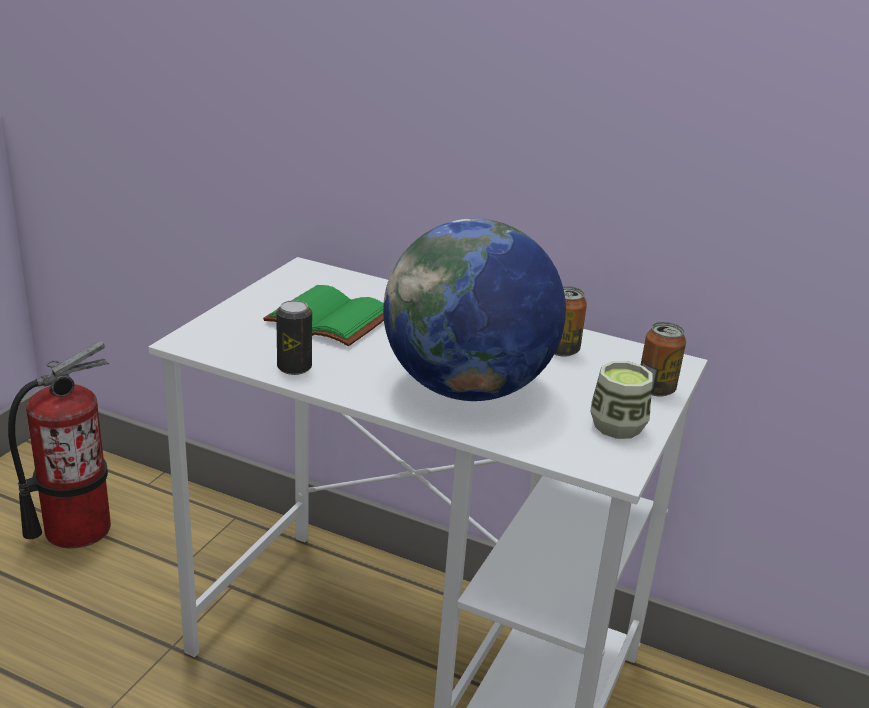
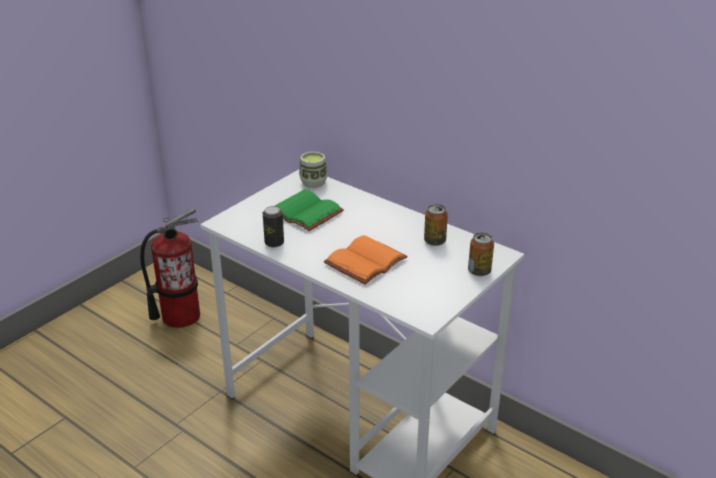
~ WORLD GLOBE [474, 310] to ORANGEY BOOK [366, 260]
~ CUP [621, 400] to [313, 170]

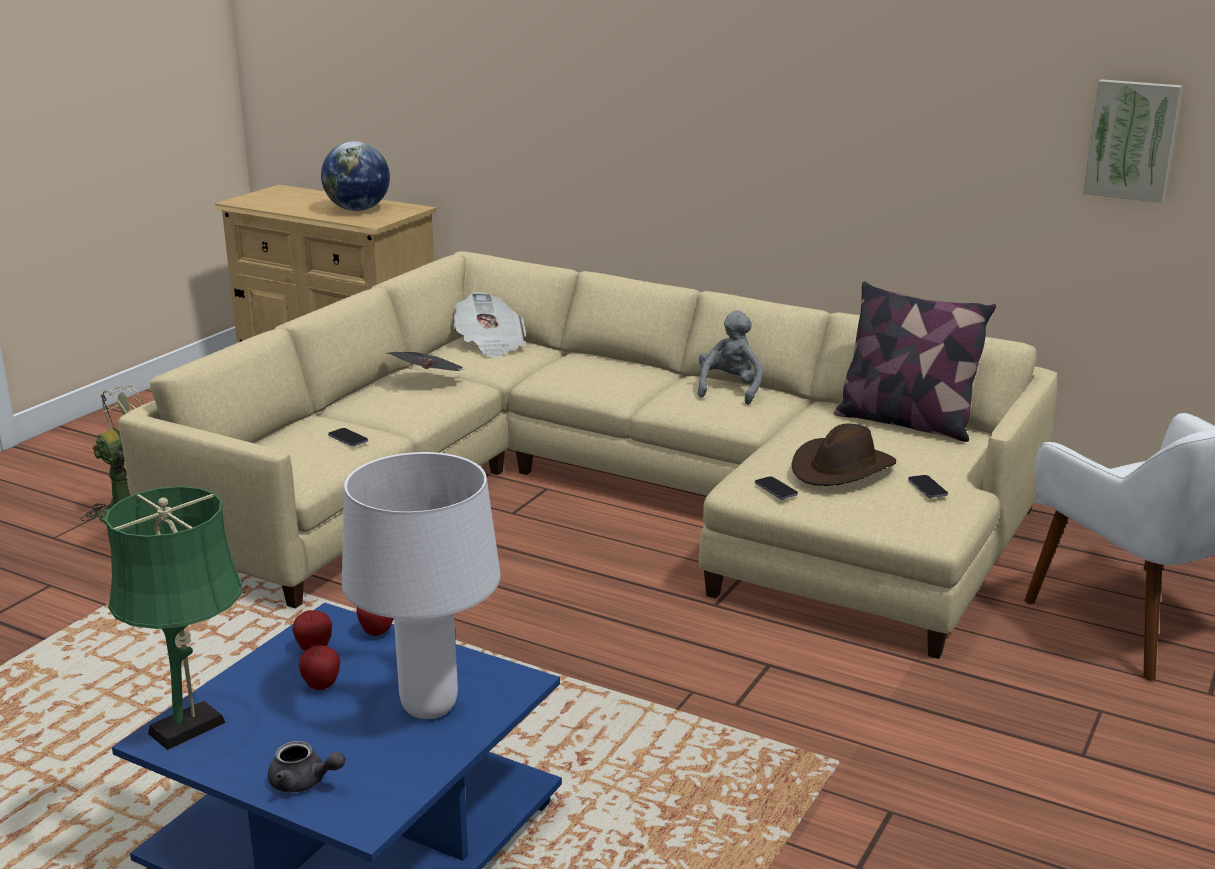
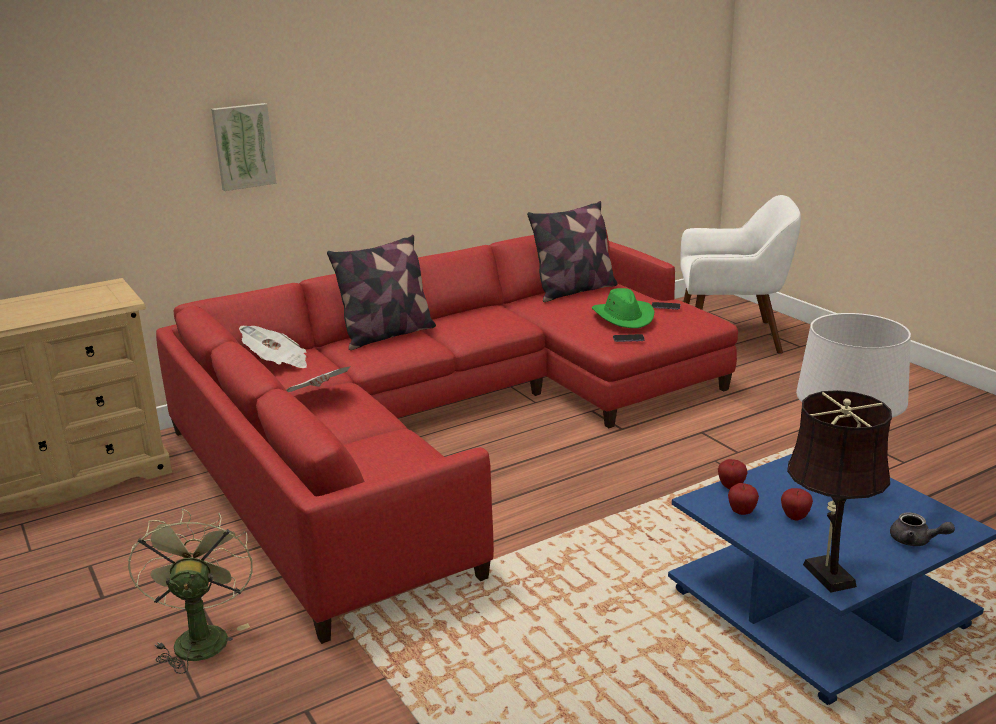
~ GREEN-COLOURED TABLETOP LAMP [173, 618] to BROWN-COLOURED TABLETOP LAMP [839, 491]
~ BEIGE-COLOURED SETTEE [587, 455] to REDDISH SETTEE [447, 437]
~ GRAY TEAPOT [306, 766] = [922, 529] 75 degrees clockwise
- WORLD GLOBE [355, 176]
- PHONE [348, 437]
- GRAY SOFT TOY [730, 357]
~ BROWN-COLOURED WEARABLE HAT [844, 455] to GREEN-COLOURED WEARABLE HAT [623, 308]
~ WALL PICTURE [1132, 141] to [244, 147]
+ PILLOW [381, 292]

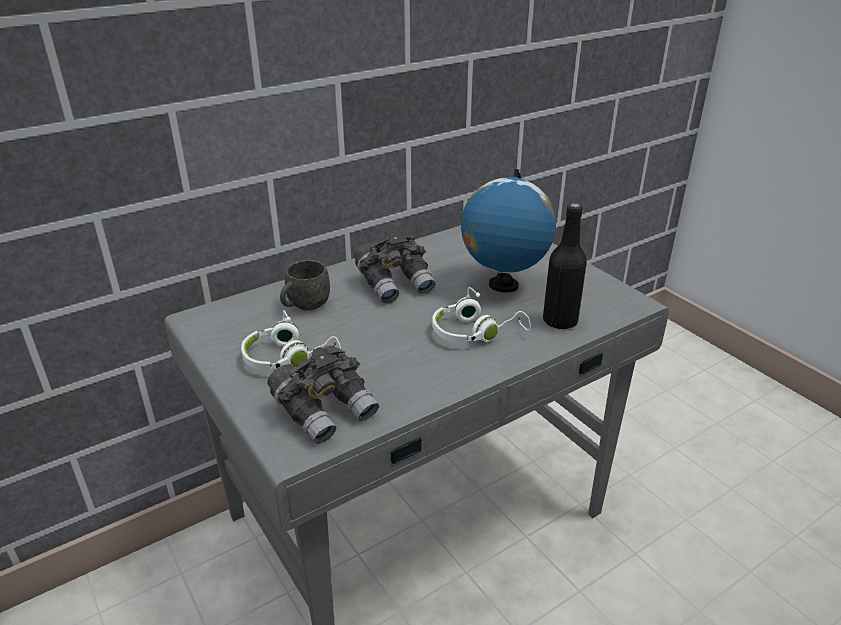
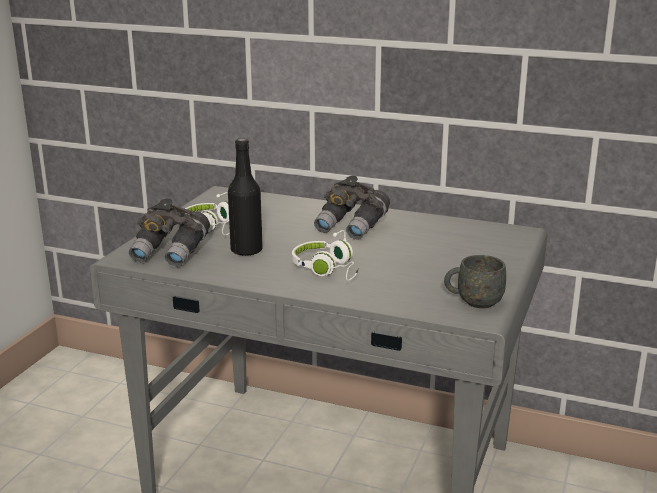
~ GRAY COFFEE MUG [305, 285] to [475, 281]
- WORLD GLOBE [508, 231]
~ BLACK DRINK BOTTLE [565, 266] to [245, 197]

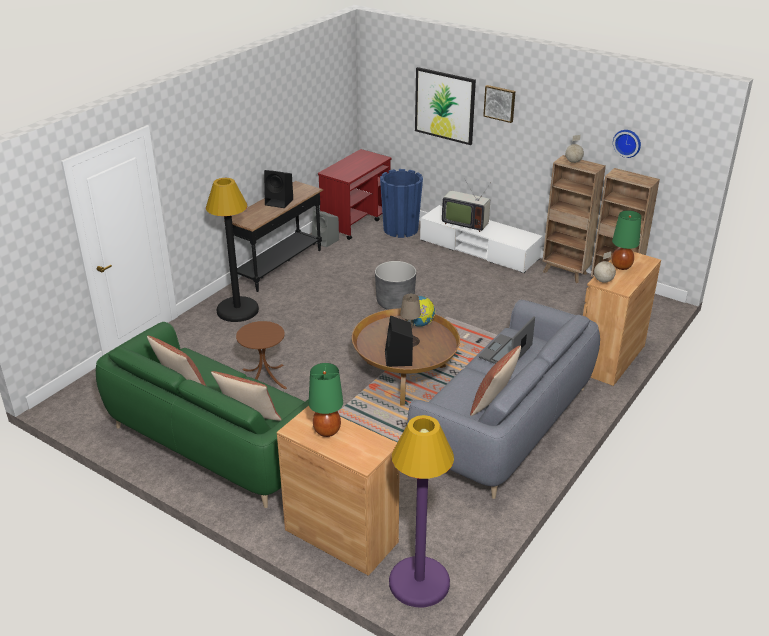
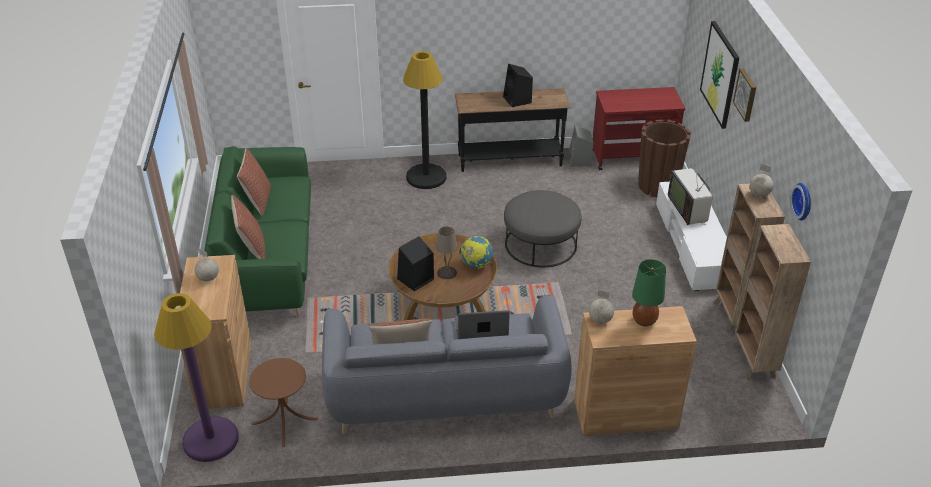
~ BROWN-COLOURED ACCENT TABLE [261, 355] to [283, 402]
~ GREEN-COLOURED TABLETOP LAMP [326, 400] to WORLD GLOBE [206, 265]
~ GRAY PLANT POT [395, 285] to GRAY FOOTREST [543, 228]
~ BLUE PLANT POT [401, 203] to BROWN-COLOURED PLANT POT [664, 158]

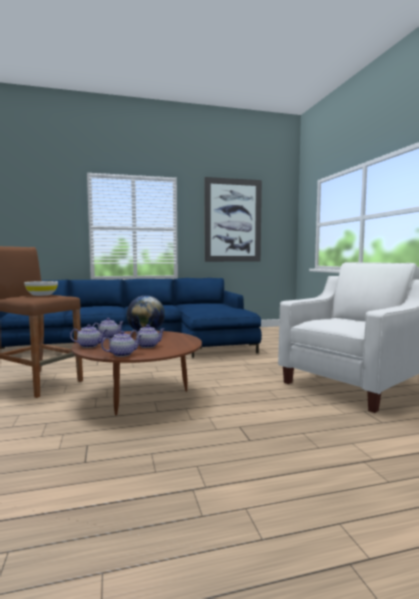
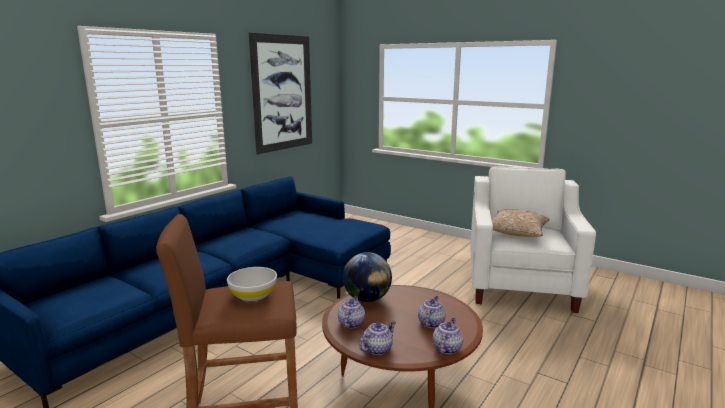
+ PILLOW [520, 223]

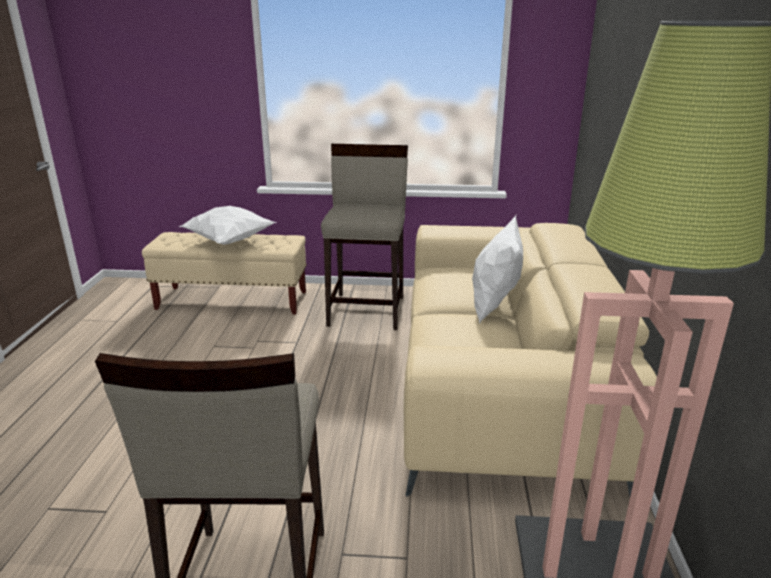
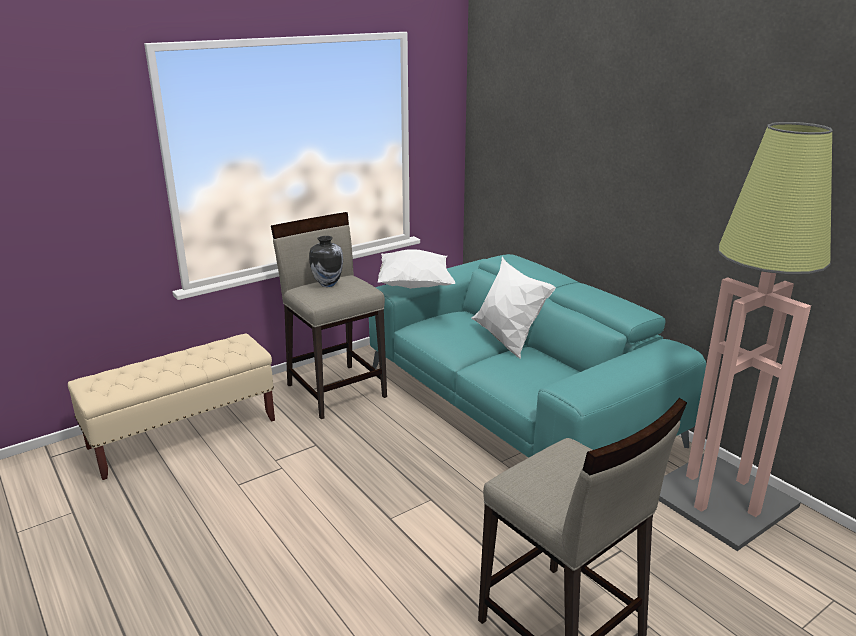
~ WHITISH PILLOW [227, 225] to [416, 269]
~ BEIGE-COLOURED SETTEE [530, 360] to TURQUOISE-COLOURED SETTEE [537, 356]
+ FLOWER VASE [326, 261]

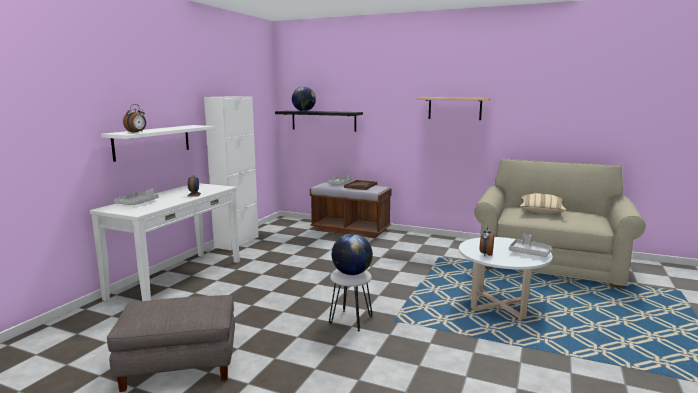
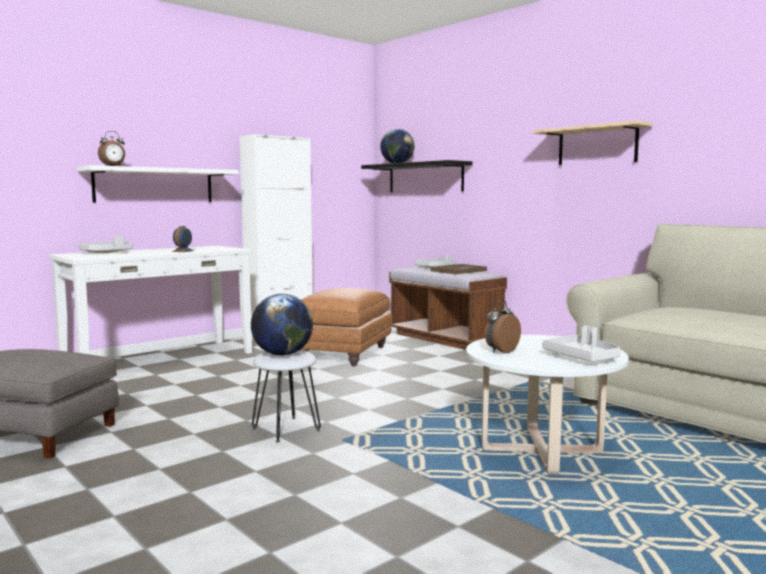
- BEIGE-COLOURED PILLOW [543, 203]
+ BROWN-COLOURED FOOTREST [346, 327]

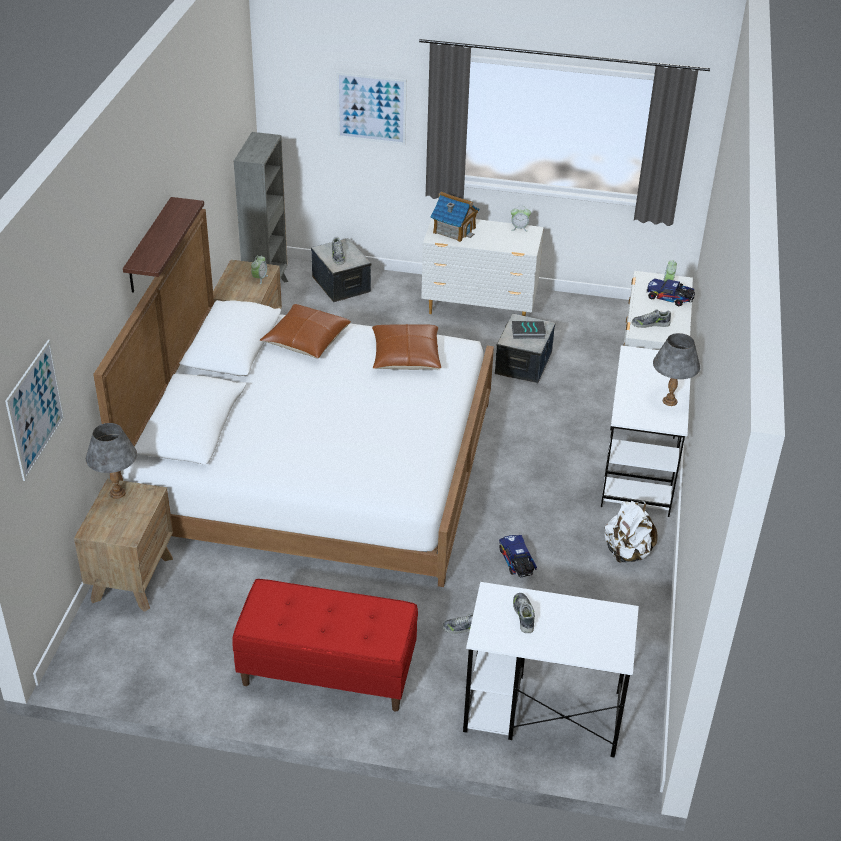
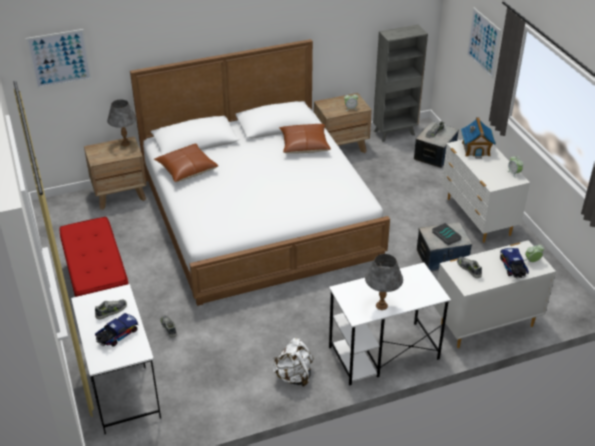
- WALL SHELF [163, 245]
~ BROWN-COLOURED PILLOW [406, 347] to [186, 163]
~ MODEL TRUCK [518, 556] to [116, 330]

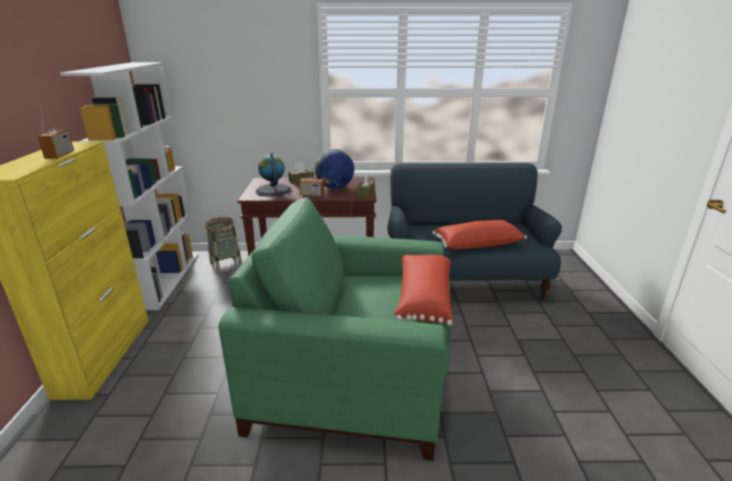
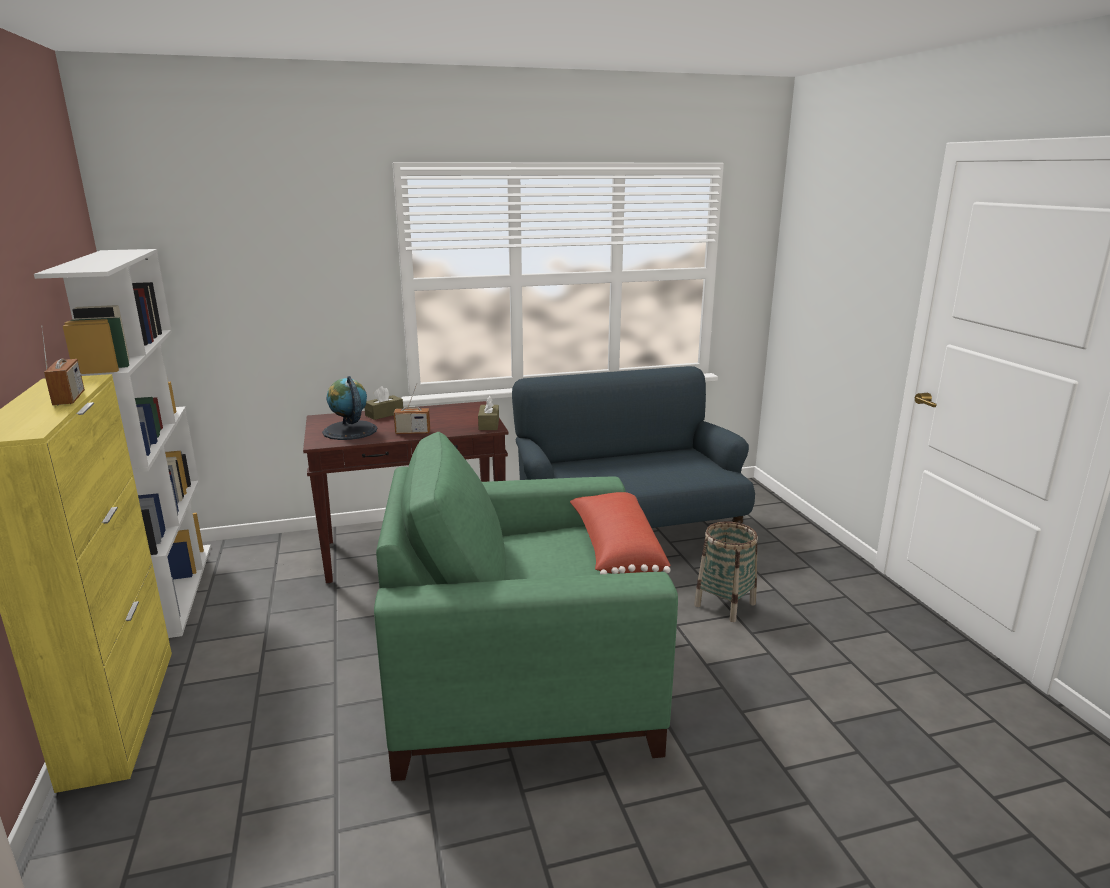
~ STORAGE BASKET [223, 244] to [726, 571]
- WORLD GLOBE [334, 169]
- REDDISH PILLOW [479, 235]

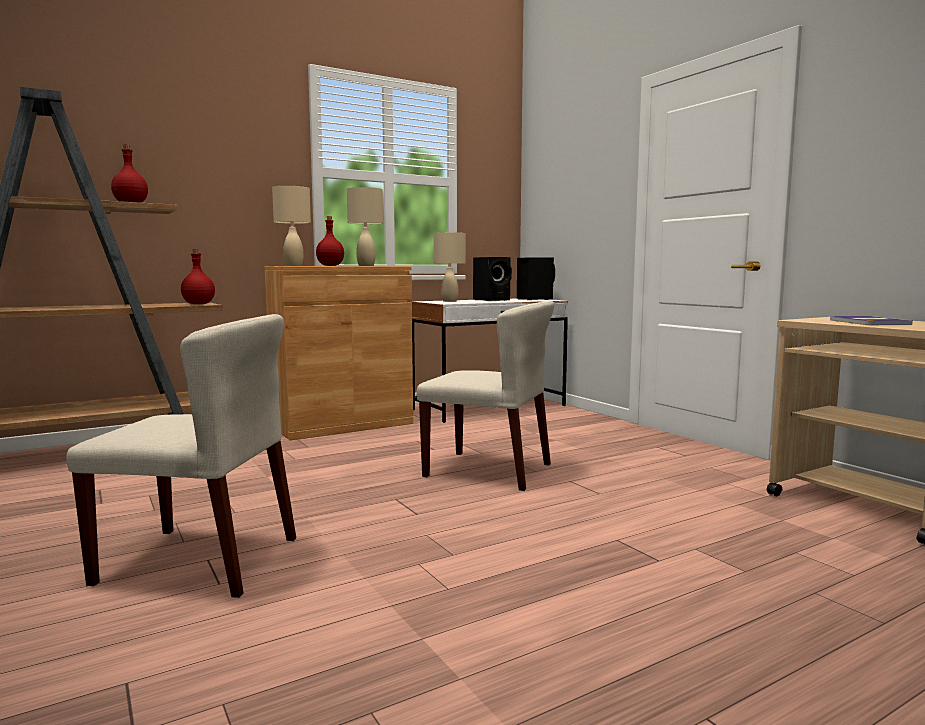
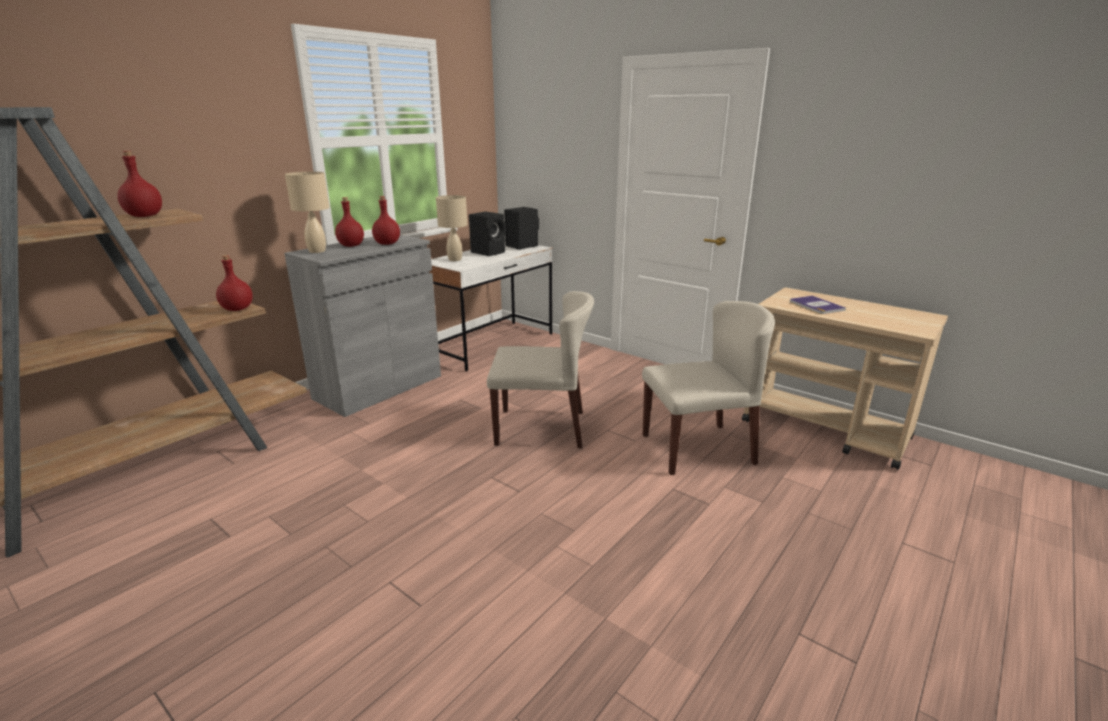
~ BEIGE-COLOURED PLAIN CHAIR [181, 456] to [708, 388]
~ BROWN-COLOURED CUPBOARD [339, 353] to GRAY CUPBOARD [362, 326]
~ BEIGE-COLOURED TABLETOP LAMP [365, 226] to REDDISH DRINK BOTTLE [386, 220]

